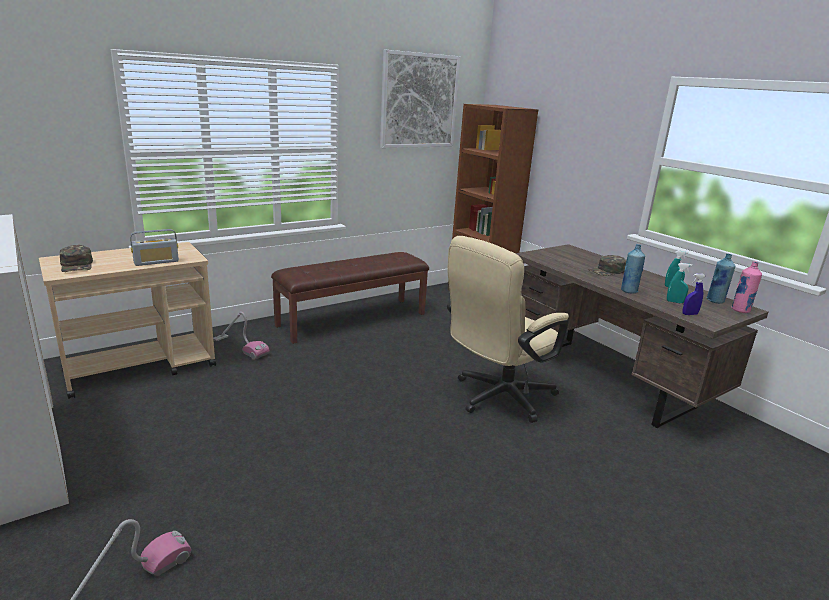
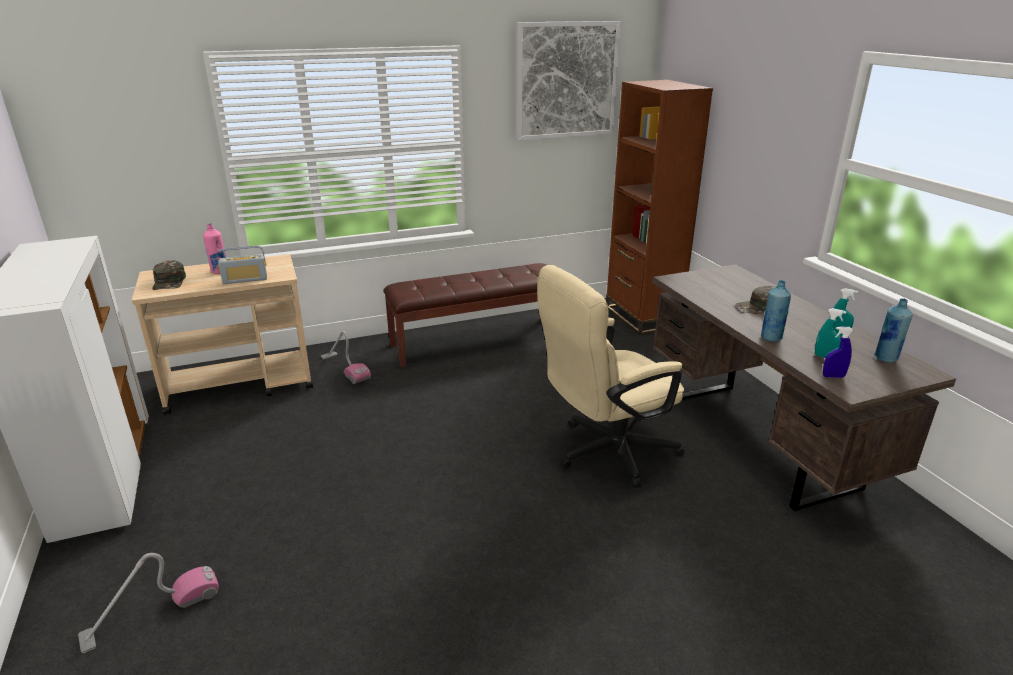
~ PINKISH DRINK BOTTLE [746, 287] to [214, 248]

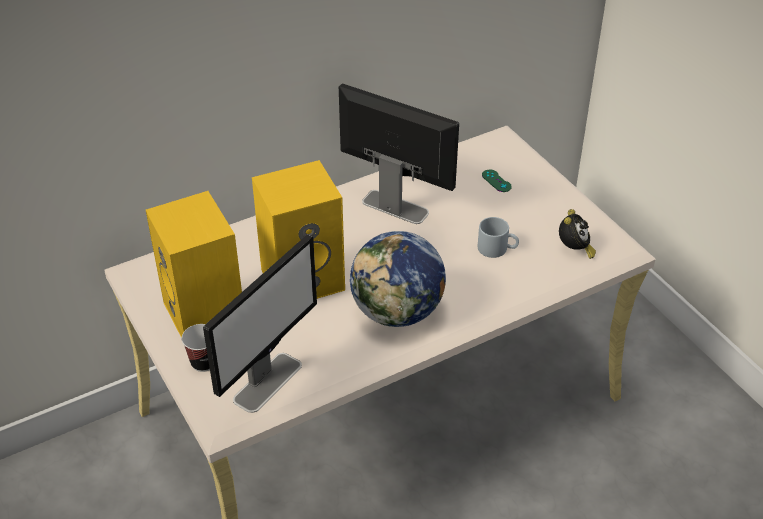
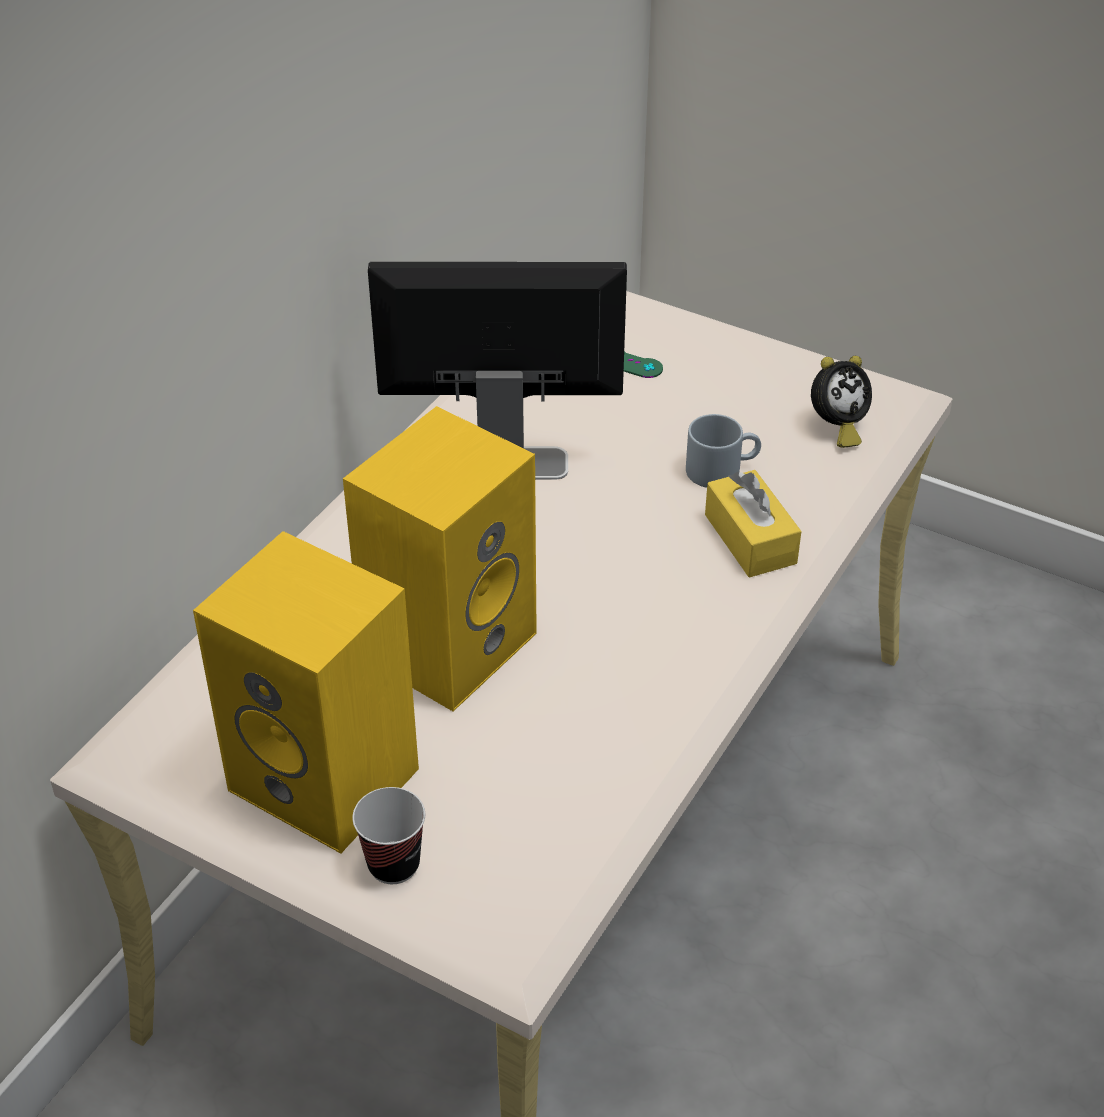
- COMPUTER SCREEN [260, 323]
- WORLD GLOBE [398, 279]
~ TABLE CLOCK [577, 234] = [841, 402] 75 degrees clockwise
+ YELLOWISH BOX OF TISSUES [753, 524]

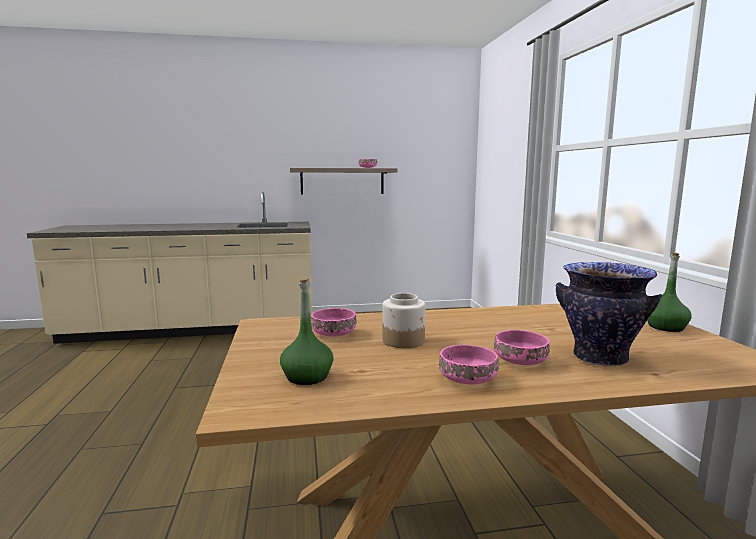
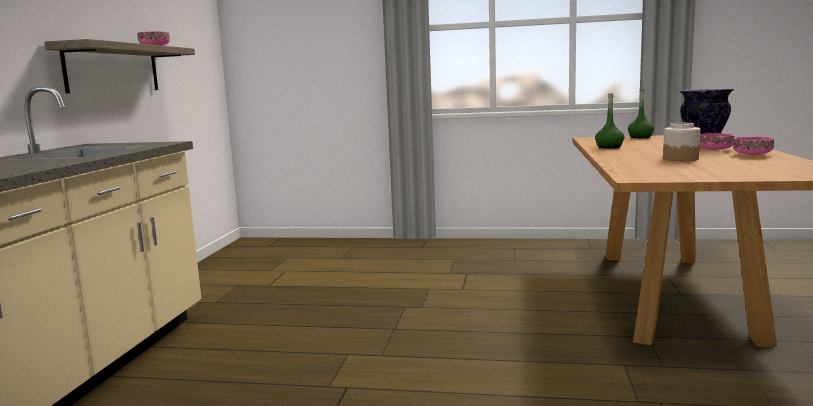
~ GREEN-COLOURED DRINK BOTTLE [307, 331] to [610, 121]
- PINKISH BOWL [334, 322]

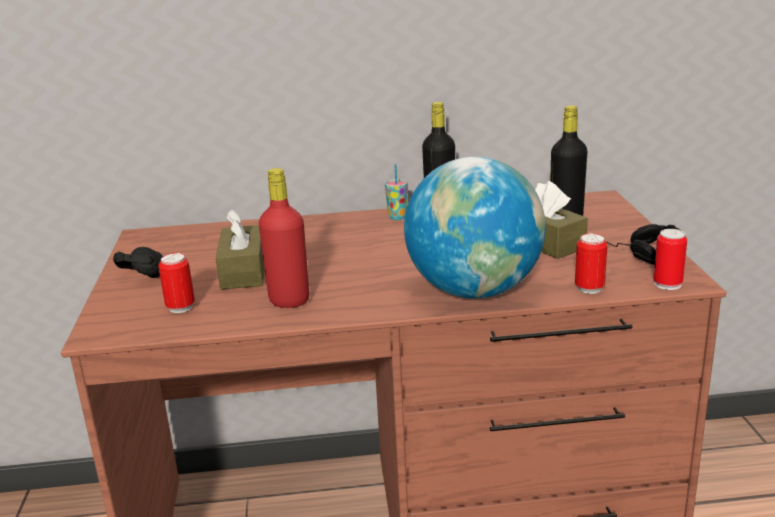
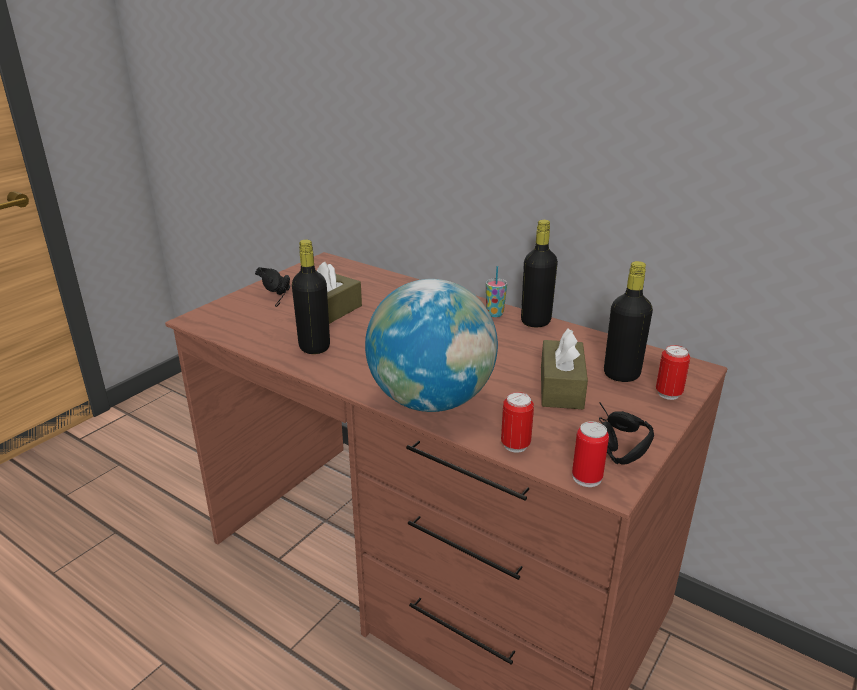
~ METAL CAN [176, 283] to [673, 372]
~ REDDISH DRINK BOTTLE [284, 238] to BLACK DRINK BOTTLE [311, 297]

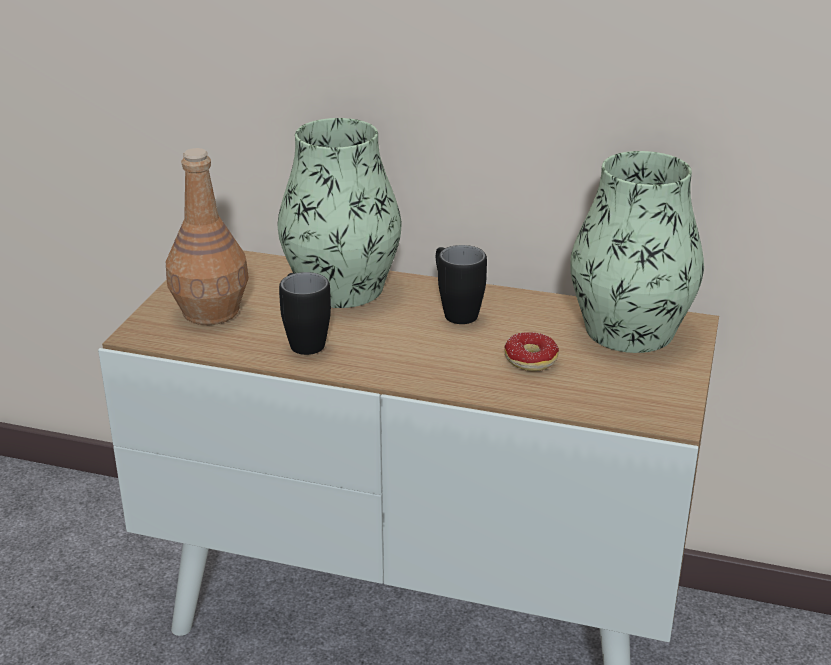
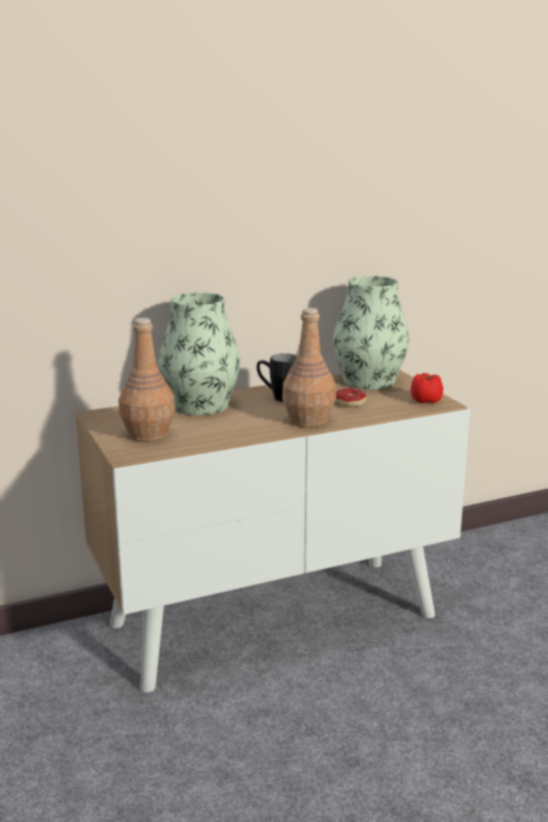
- BLACK COFFEE MUG [305, 313]
+ BROWN-COLOURED DRINK BOTTLE [309, 367]
+ TOMATO [427, 388]

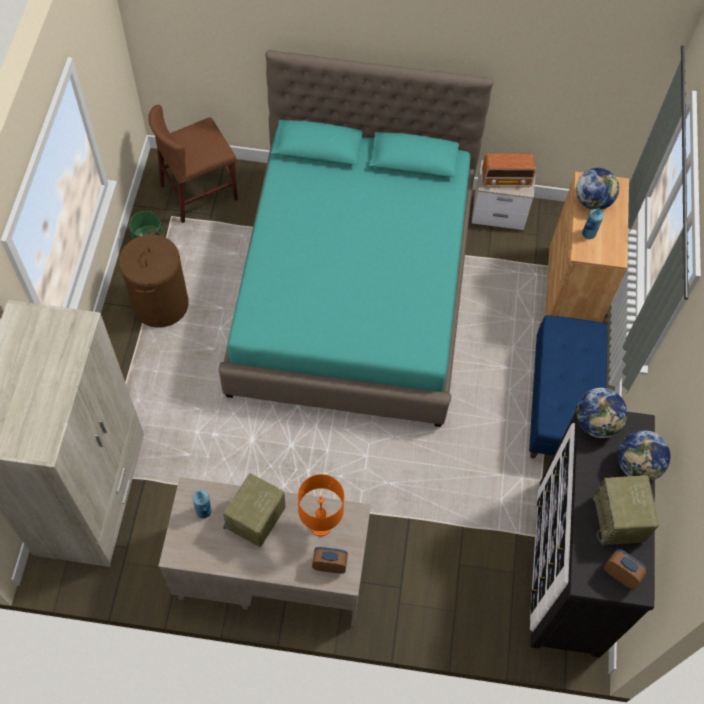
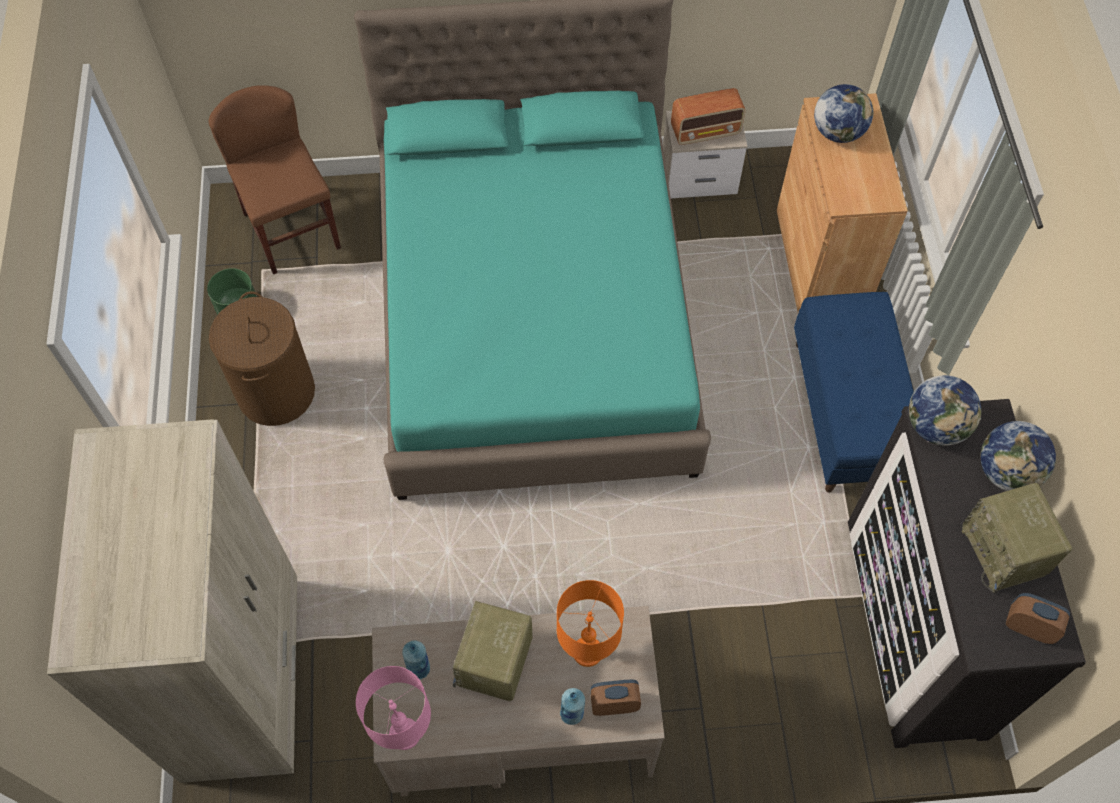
~ BROWN-COLOURED PLAIN CHAIR [193, 164] = [275, 180] 105 degrees clockwise
~ BLUE DRINK BOTTLE [593, 223] to [572, 706]
+ PINKISH TABLETOP LAMP [393, 708]

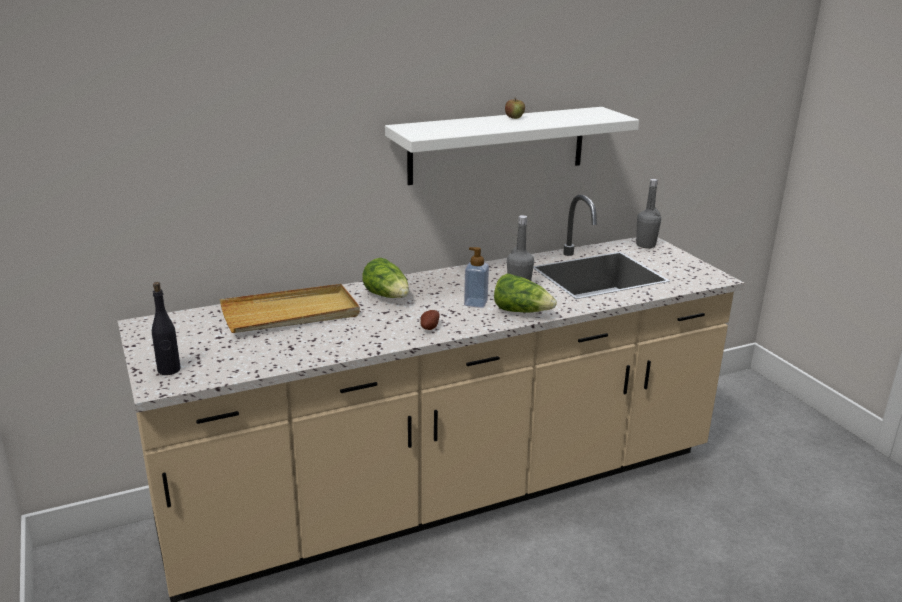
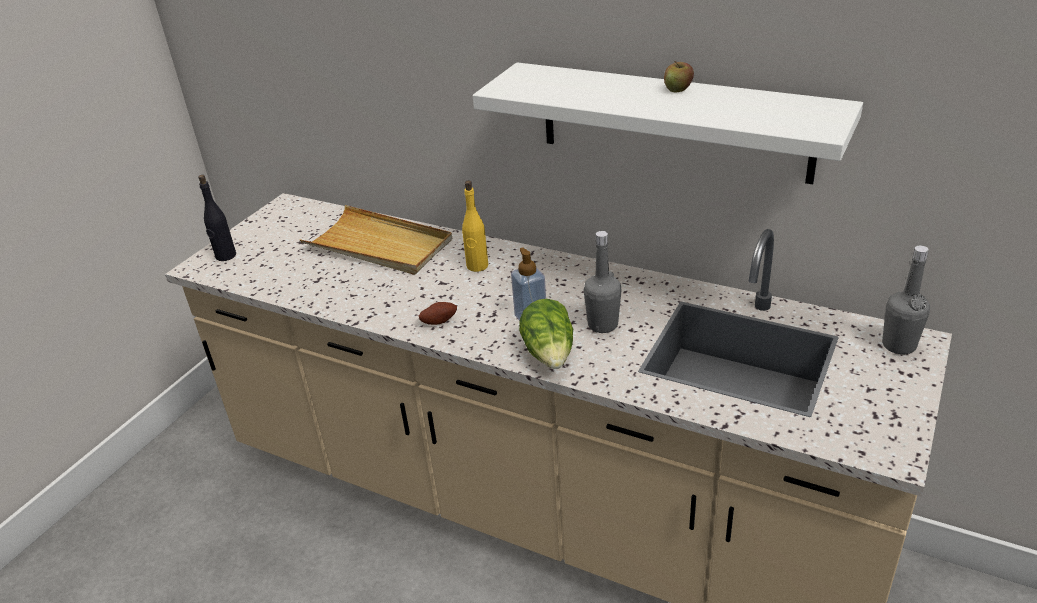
~ HEAD OF LETTUCE [385, 278] to YELLOWISH DRINK BOTTLE [475, 226]

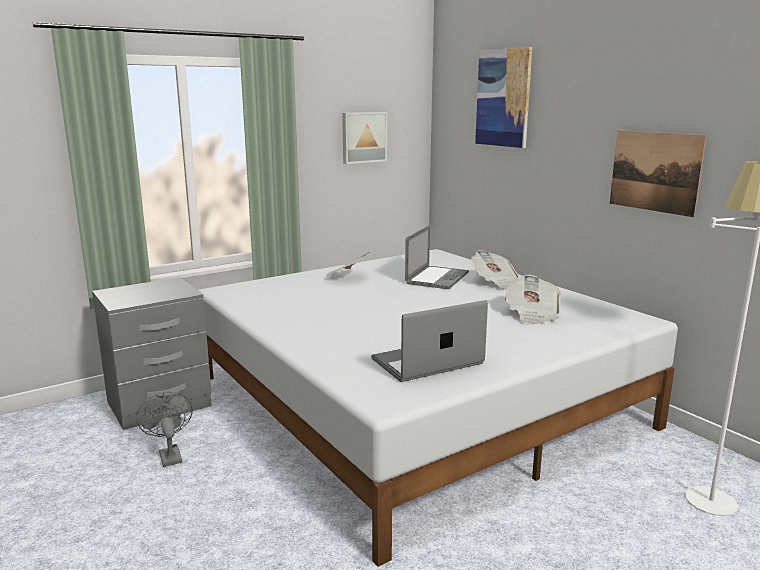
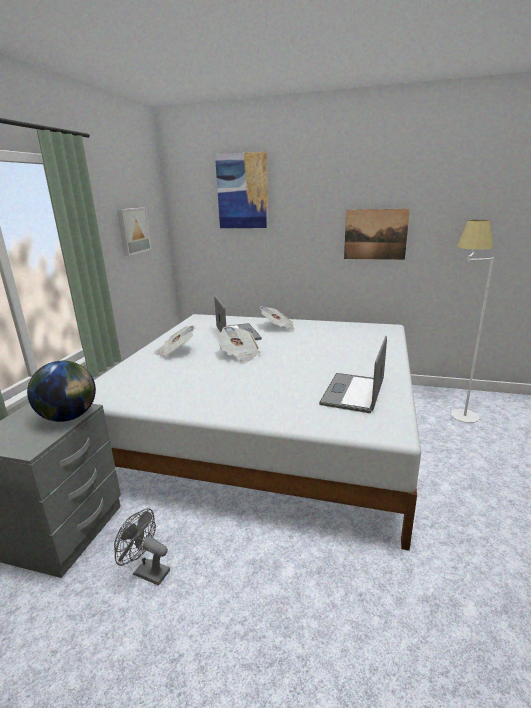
~ PRINTED PAPER [532, 300] to [238, 344]
+ WORLD GLOBE [61, 391]

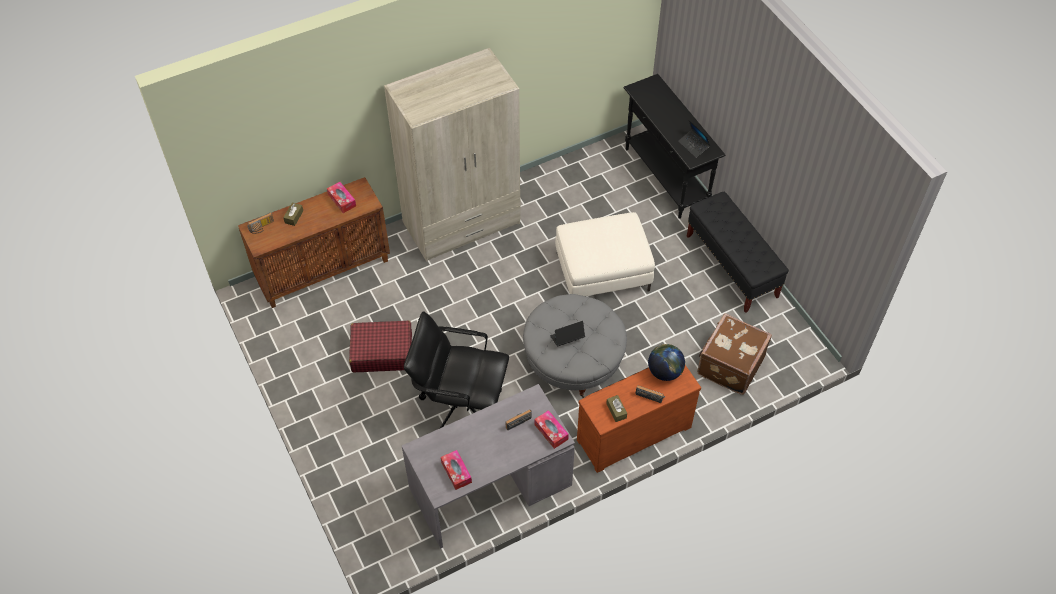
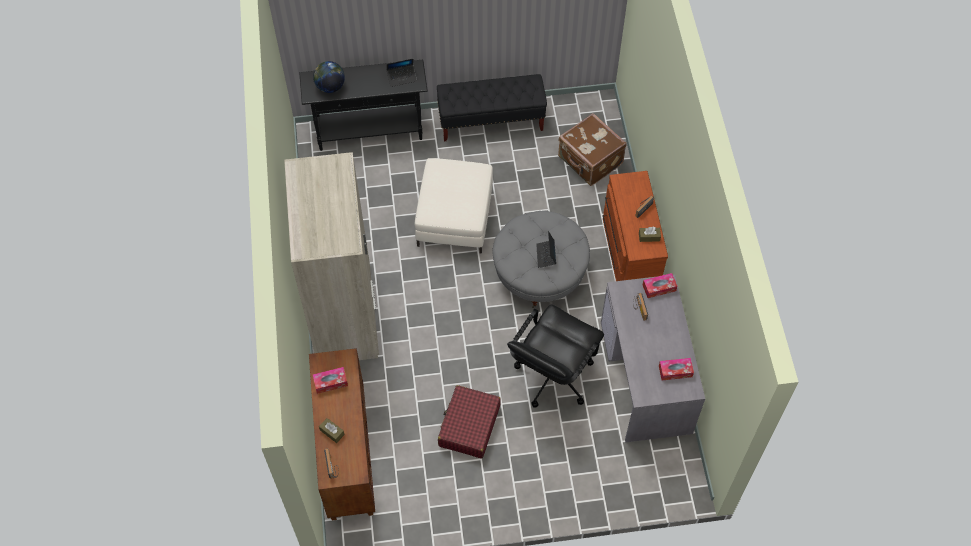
~ WORLD GLOBE [666, 362] to [329, 77]

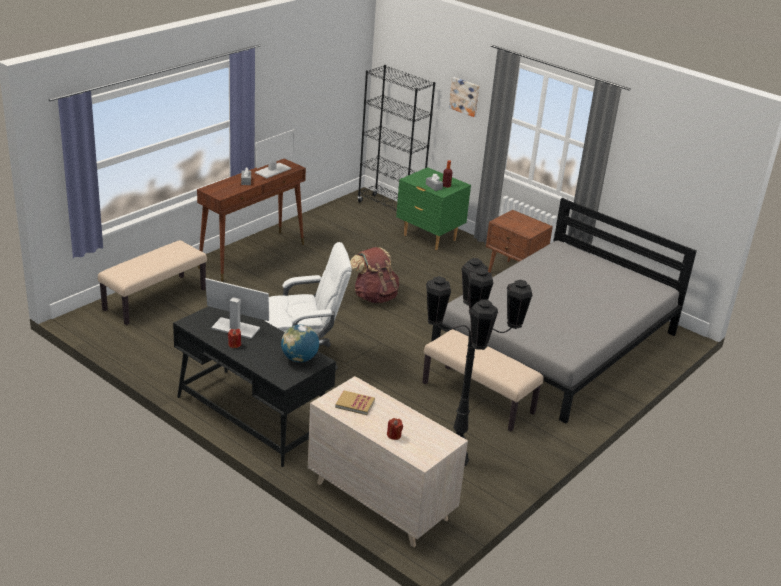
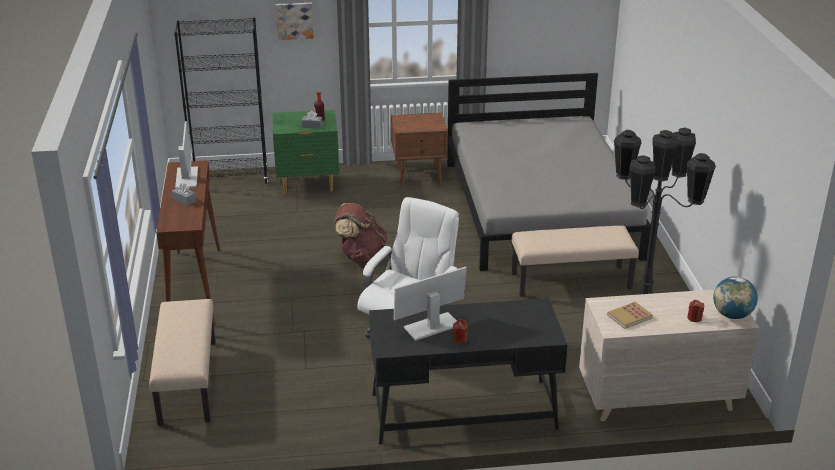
~ WORLD GLOBE [300, 343] to [735, 297]

